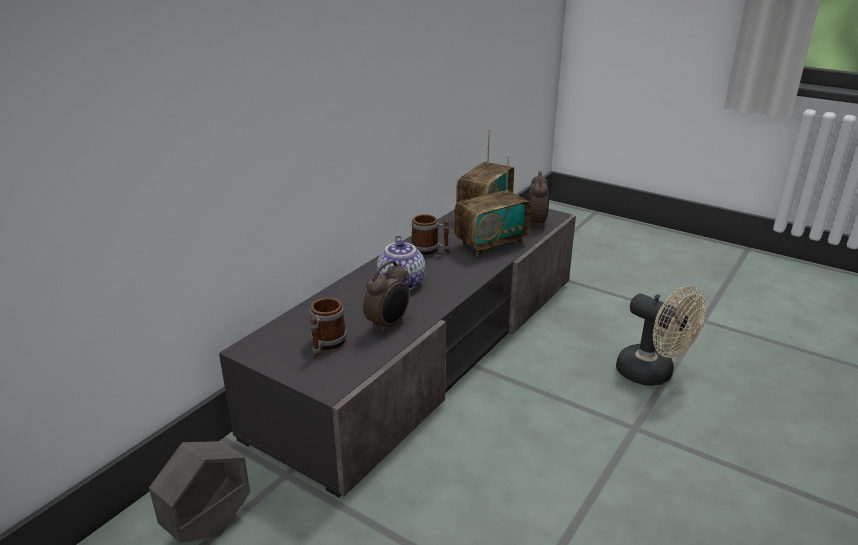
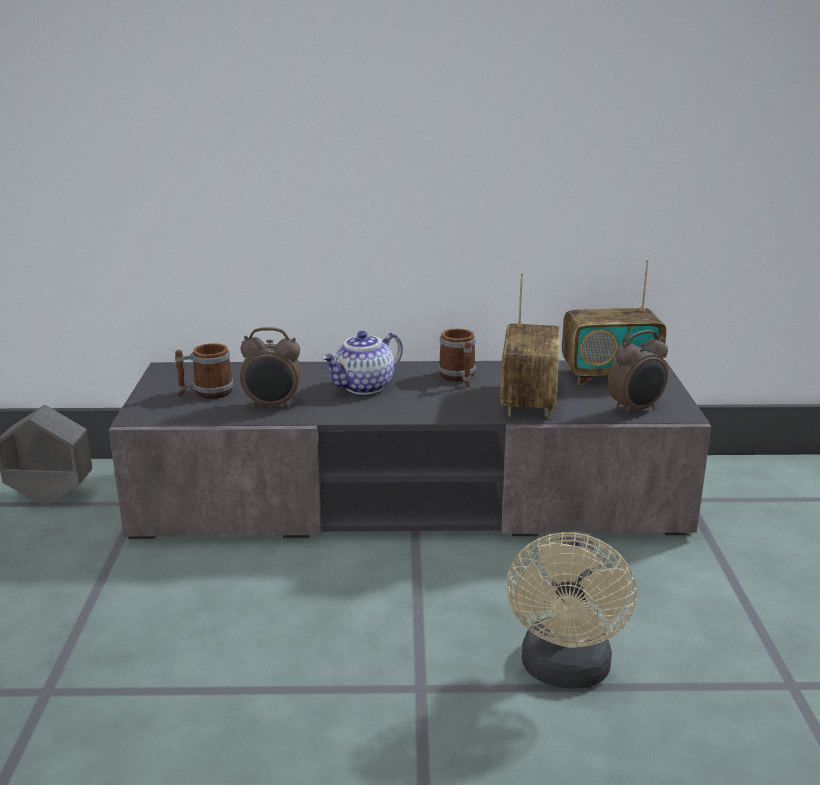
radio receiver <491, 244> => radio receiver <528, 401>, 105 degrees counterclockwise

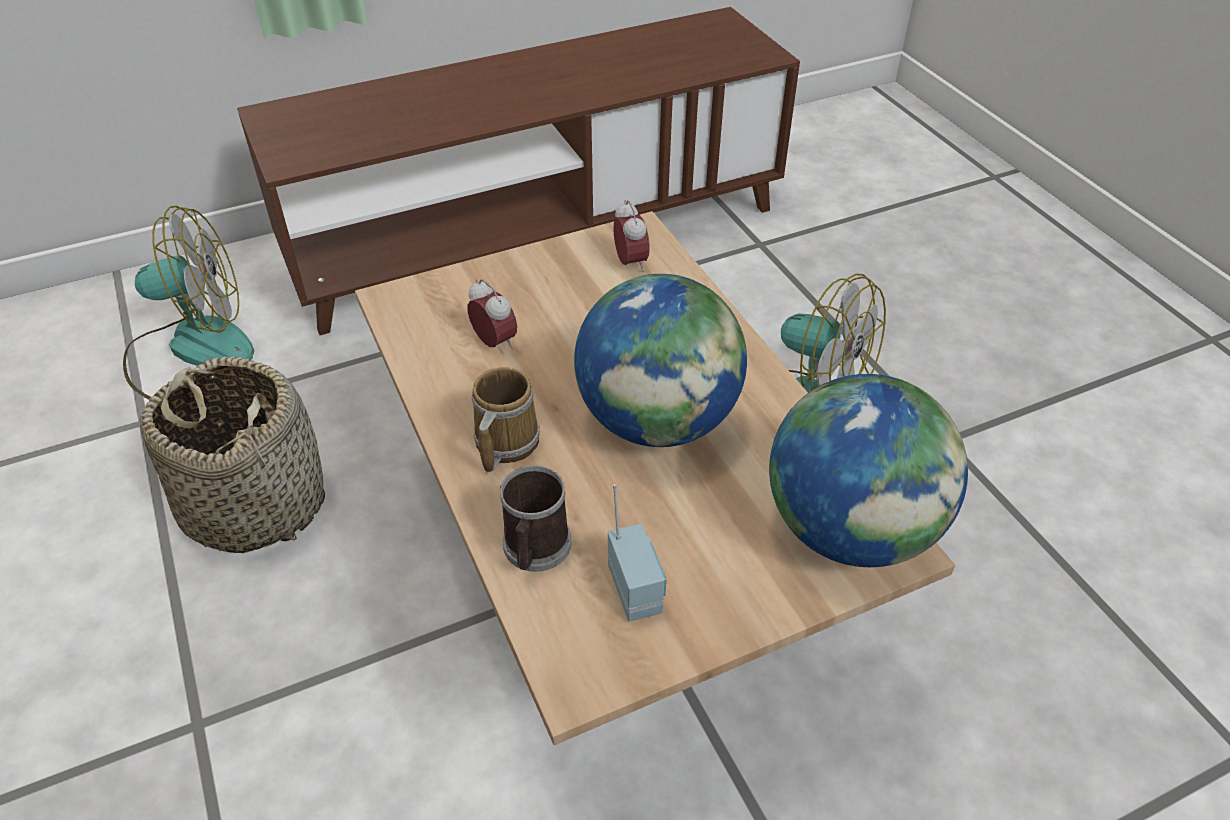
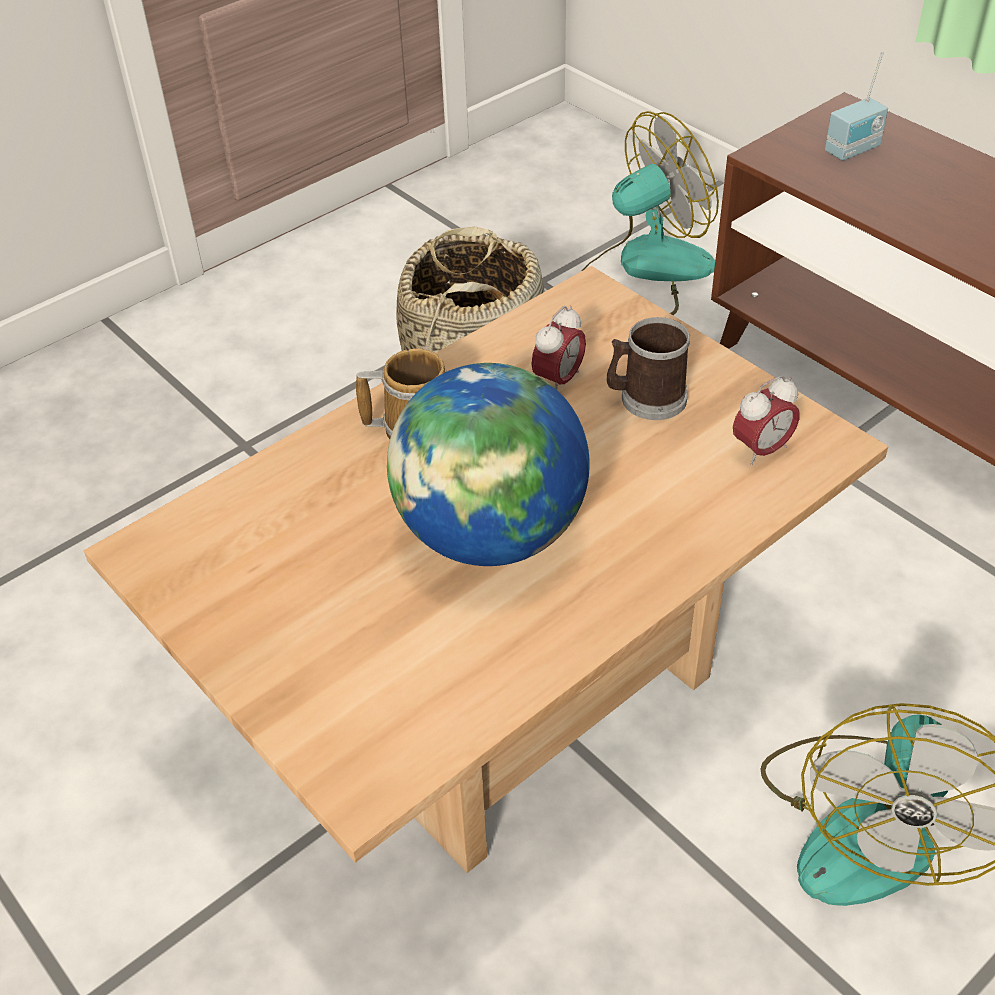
world globe <850, 529> => nothing
mug <535, 550> => mug <646, 399>, moved
radio receiver <637, 589> => radio receiver <854, 151>, moved
cooling fan <191, 349> => cooling fan <646, 270>, 90 degrees counterclockwise

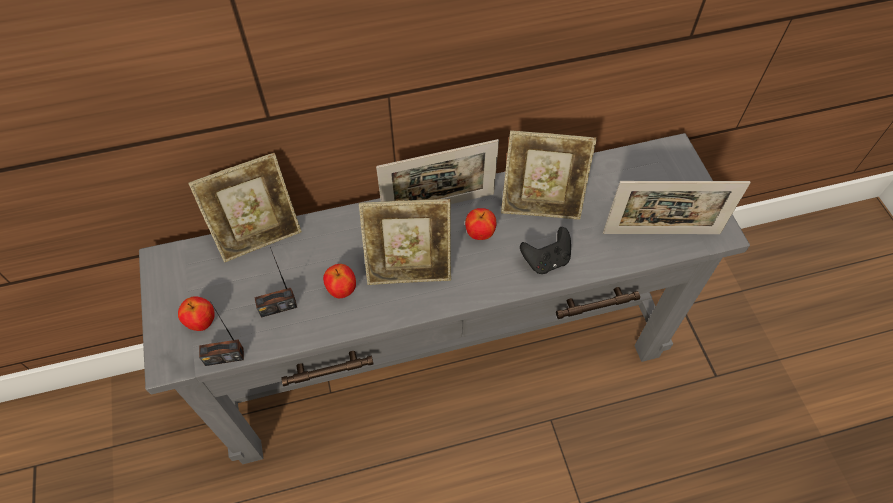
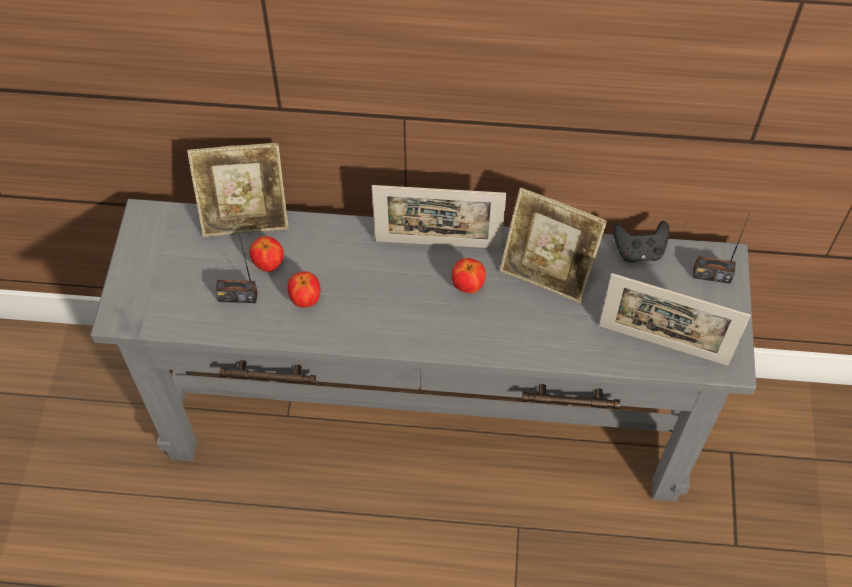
photo frame <409, 268> => nothing
whole apple <202, 322> => whole apple <268, 264>, moved
radio receiver <224, 356> => radio receiver <712, 275>, moved
black-coloured game controller <546, 260> => black-coloured game controller <639, 251>, moved

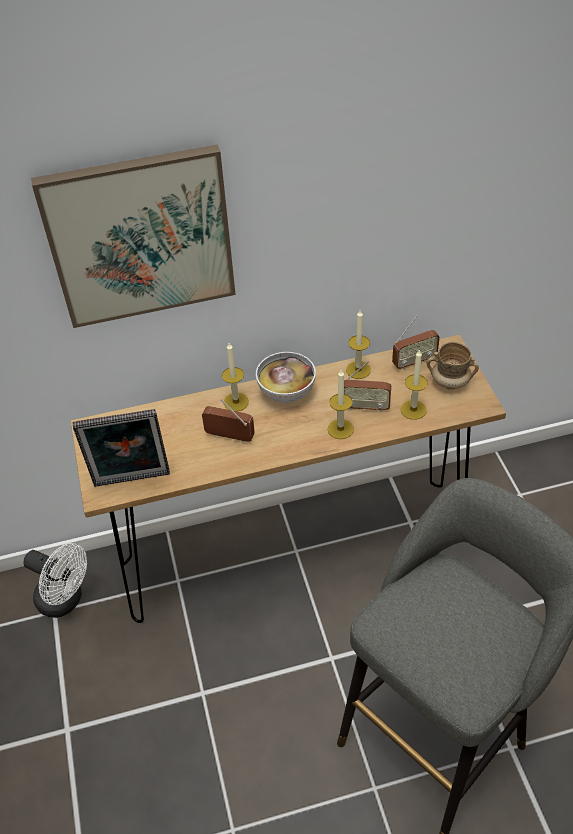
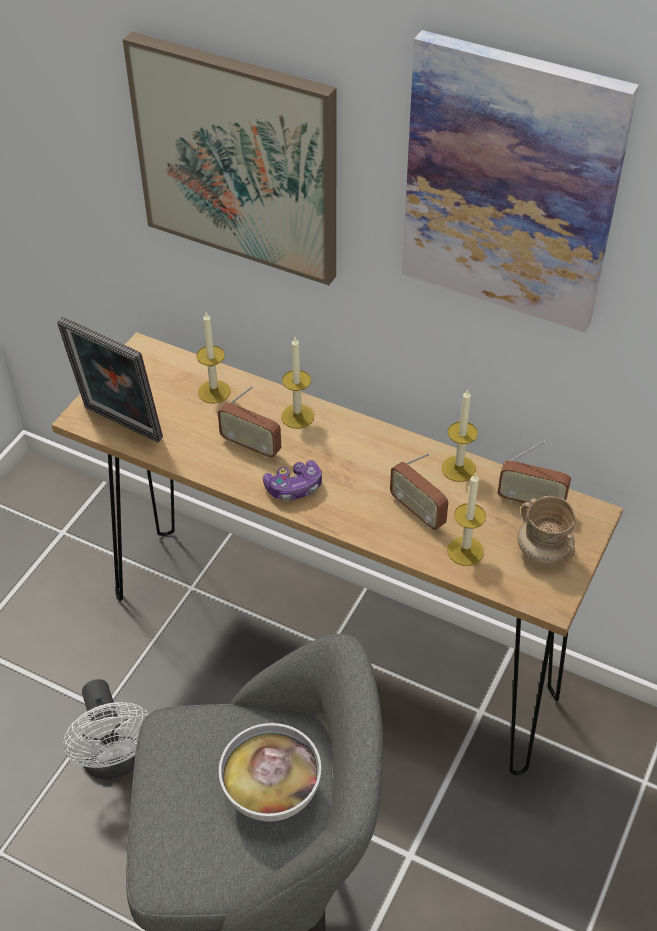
nothing => game controller <294, 488>
nothing => wall art <511, 184>
white cooling fan <65, 600> => white cooling fan <115, 761>, moved
deep dish <287, 393> => deep dish <272, 793>, moved
candle <340, 429> => candle <214, 392>, moved
radio receiver <229, 437> => radio receiver <251, 446>, 150 degrees clockwise

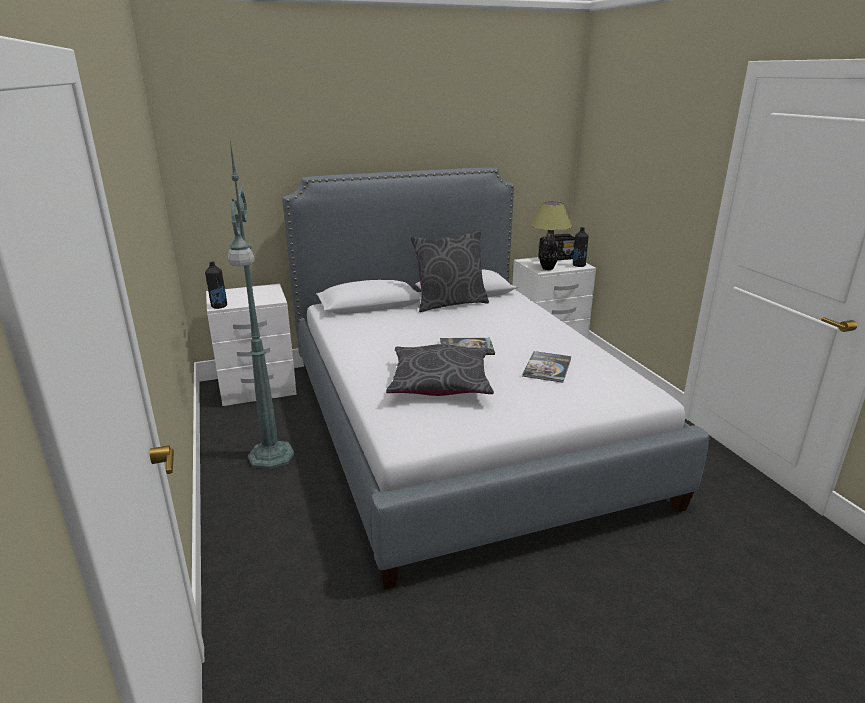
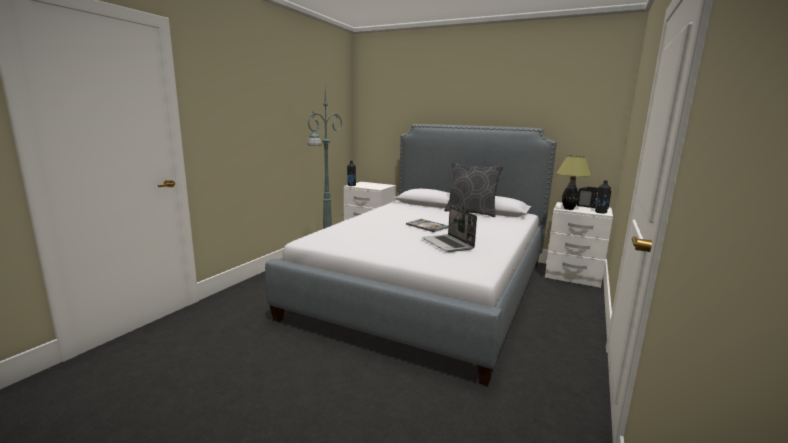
greyish pillow <440, 382> => nothing
volume <547, 367> => portable computer <448, 244>

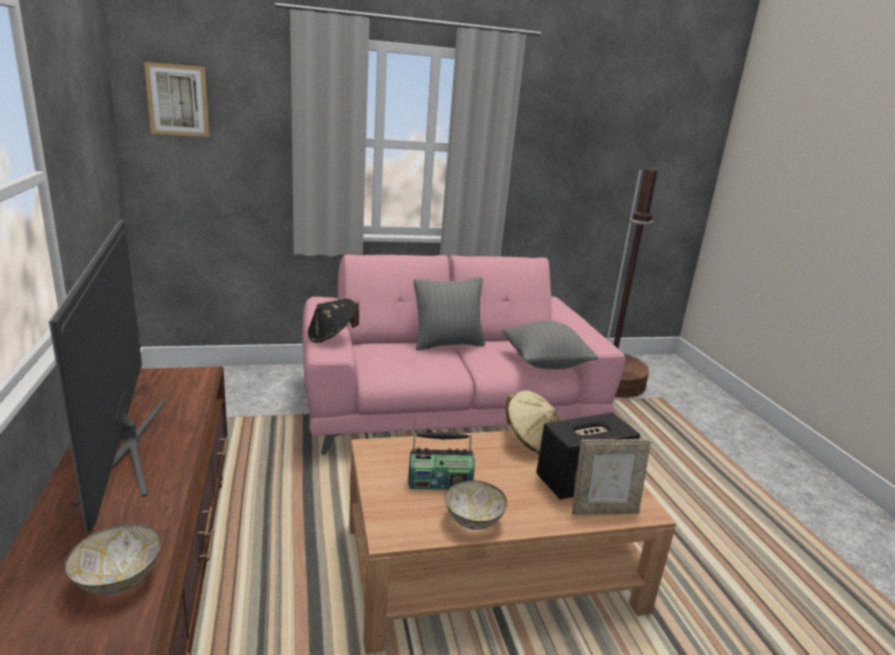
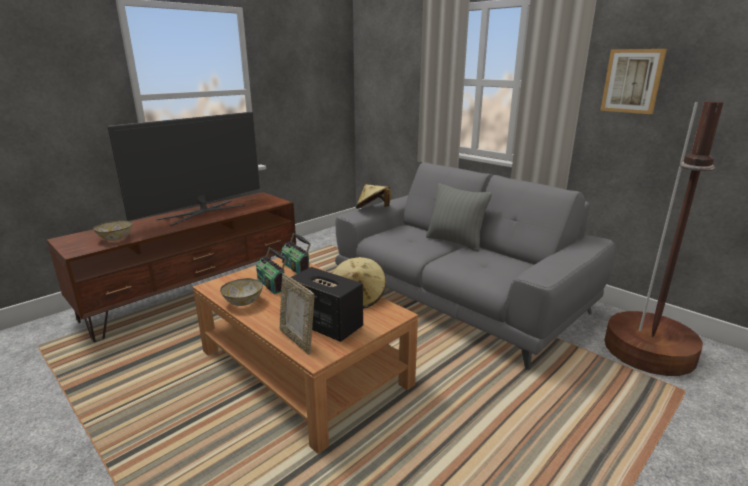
greyish pillow <545, 363> => nothing
nothing => radio receiver <296, 267>
wall art <178, 100> => wall art <632, 81>, moved
pinkish settee <449, 406> => greyish settee <459, 297>
black-coloured clothing hat <331, 337> => beige clothing hat <373, 209>

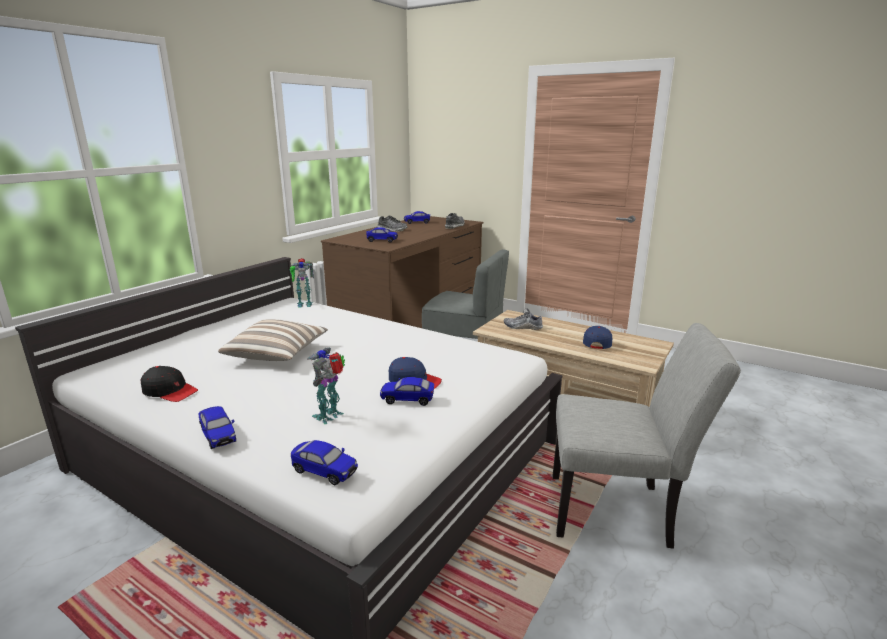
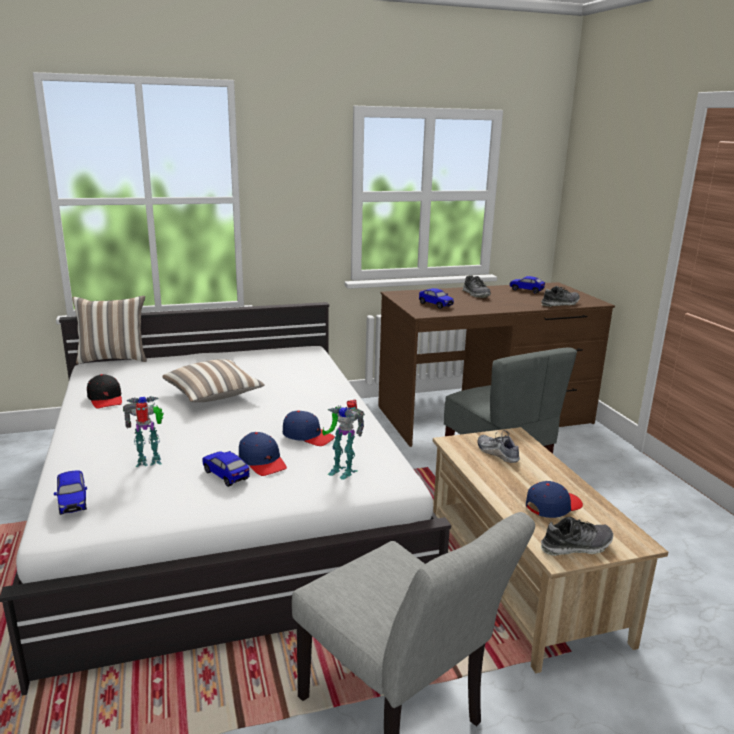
toy car <218, 436> => nothing
nothing => pillow <114, 358>
nothing => bluish peaked cap <308, 436>
nothing => shoe <576, 546>
robot figure <303, 304> => robot figure <342, 470>, moved

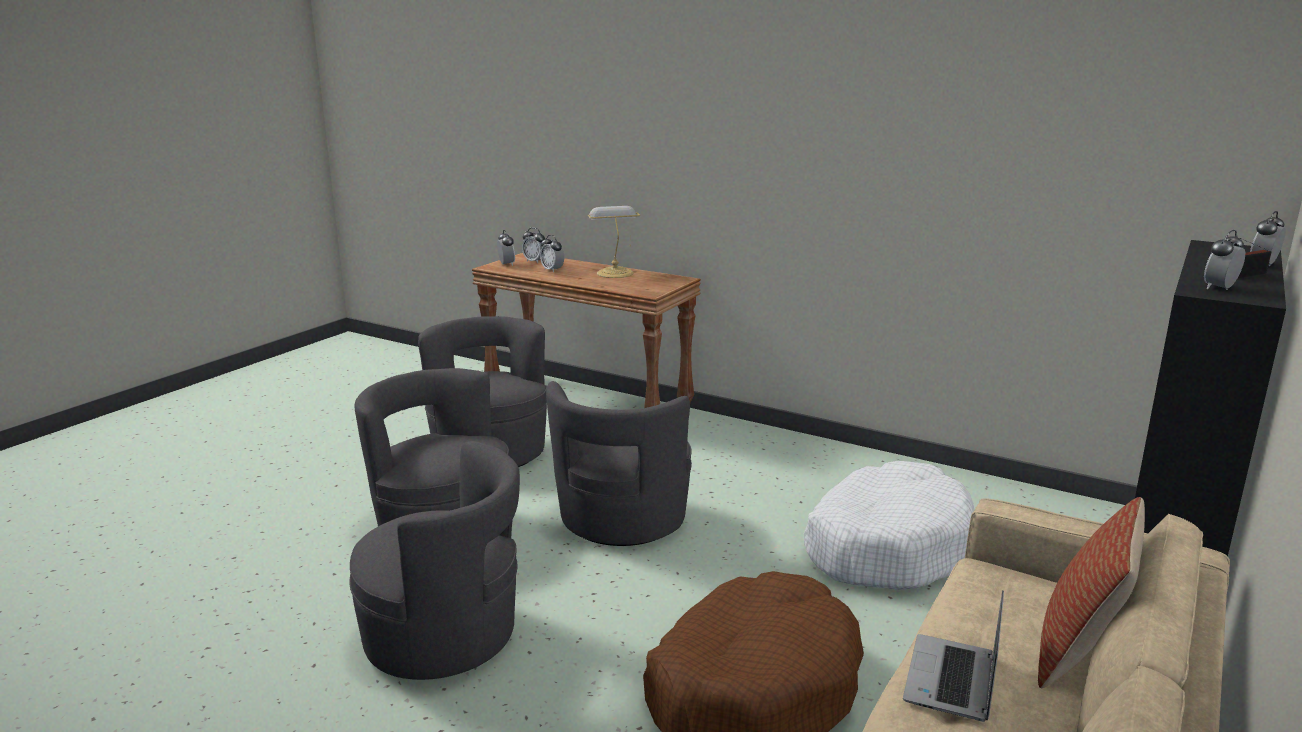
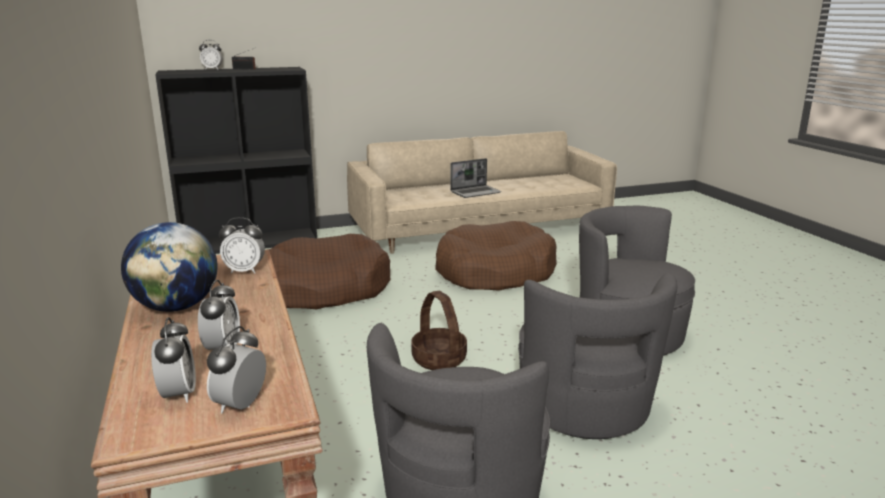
pillow <1079, 652> => nothing
table clock <1219, 288> => table clock <245, 271>, moved
greyish armchair <621, 521> => basket <439, 359>
tabletop lamp <614, 272> => world globe <176, 307>
white dog cushion <886, 546> => brown-coloured dog cushion <324, 288>

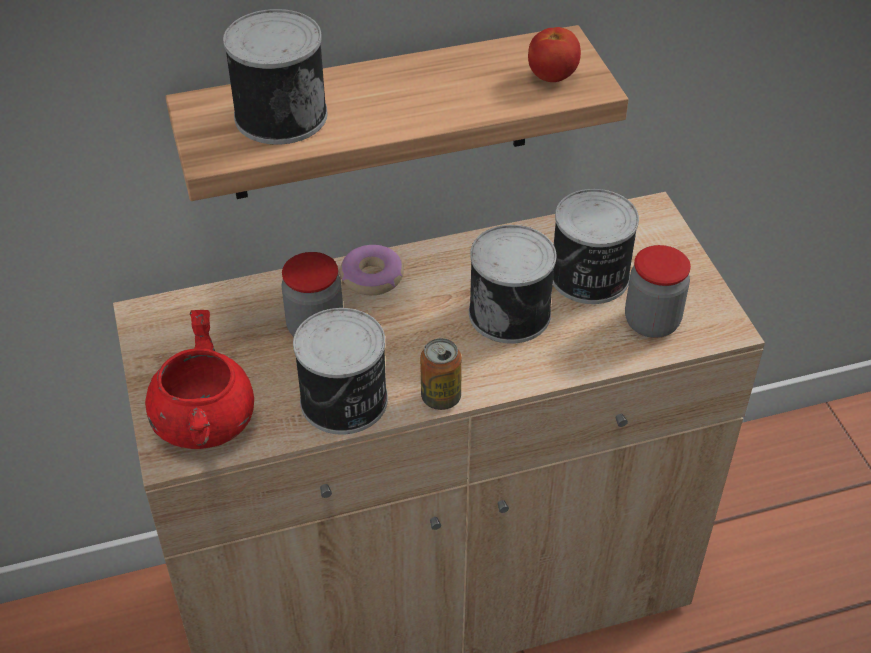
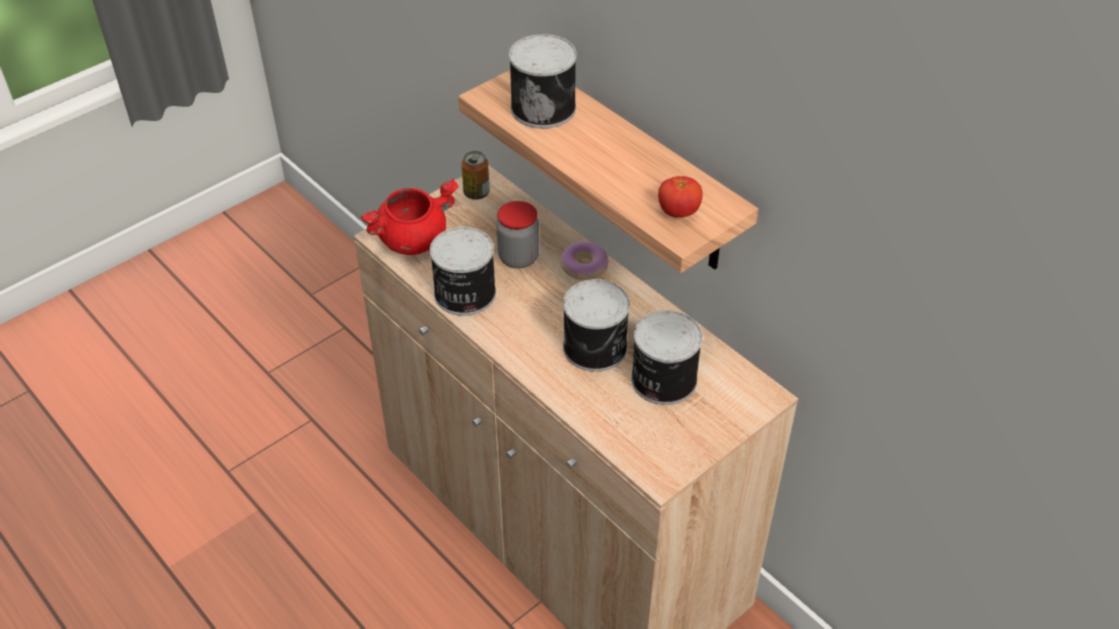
storage jar <651, 322> => nothing
can <440, 397> => can <476, 193>, moved

